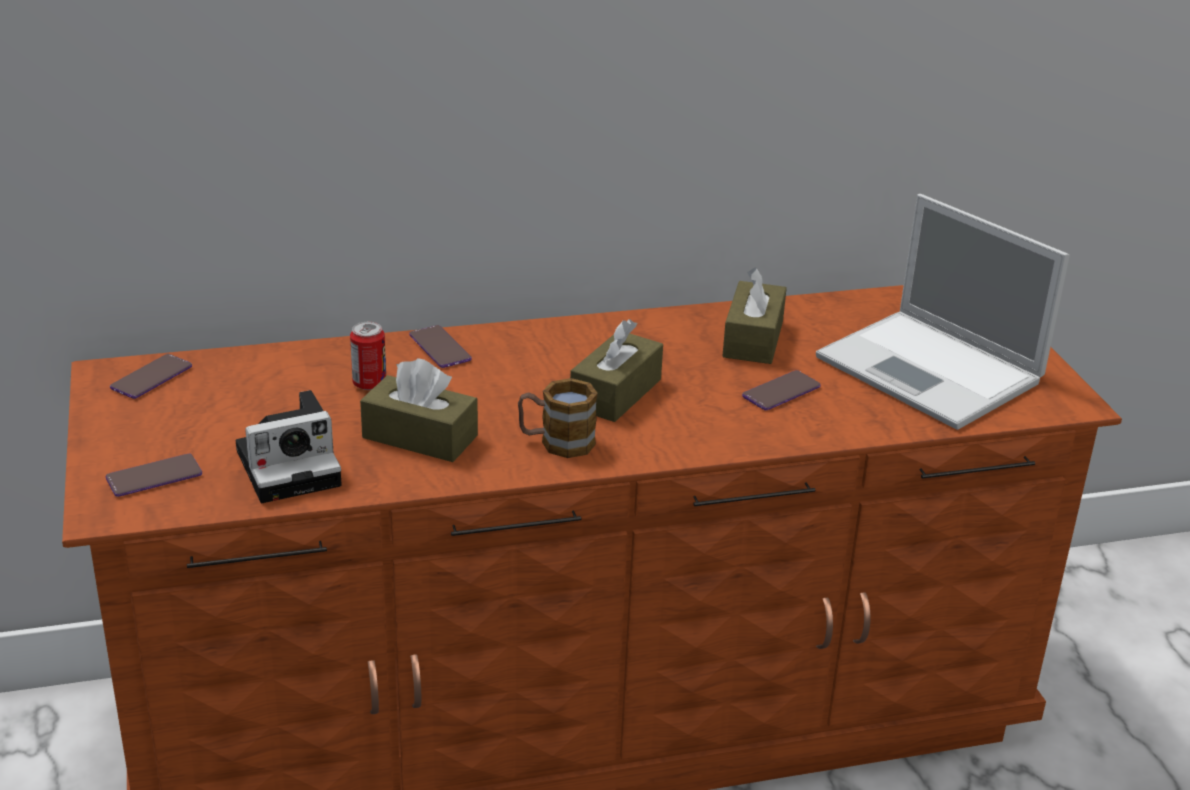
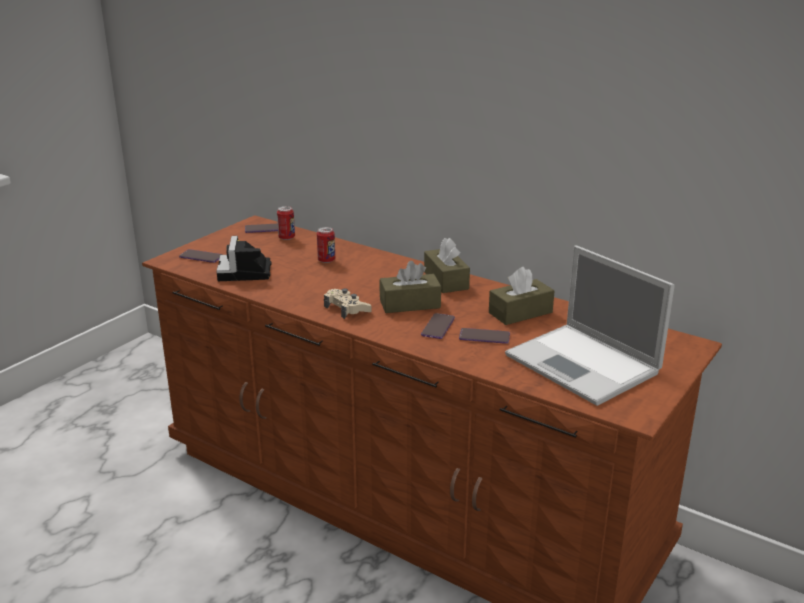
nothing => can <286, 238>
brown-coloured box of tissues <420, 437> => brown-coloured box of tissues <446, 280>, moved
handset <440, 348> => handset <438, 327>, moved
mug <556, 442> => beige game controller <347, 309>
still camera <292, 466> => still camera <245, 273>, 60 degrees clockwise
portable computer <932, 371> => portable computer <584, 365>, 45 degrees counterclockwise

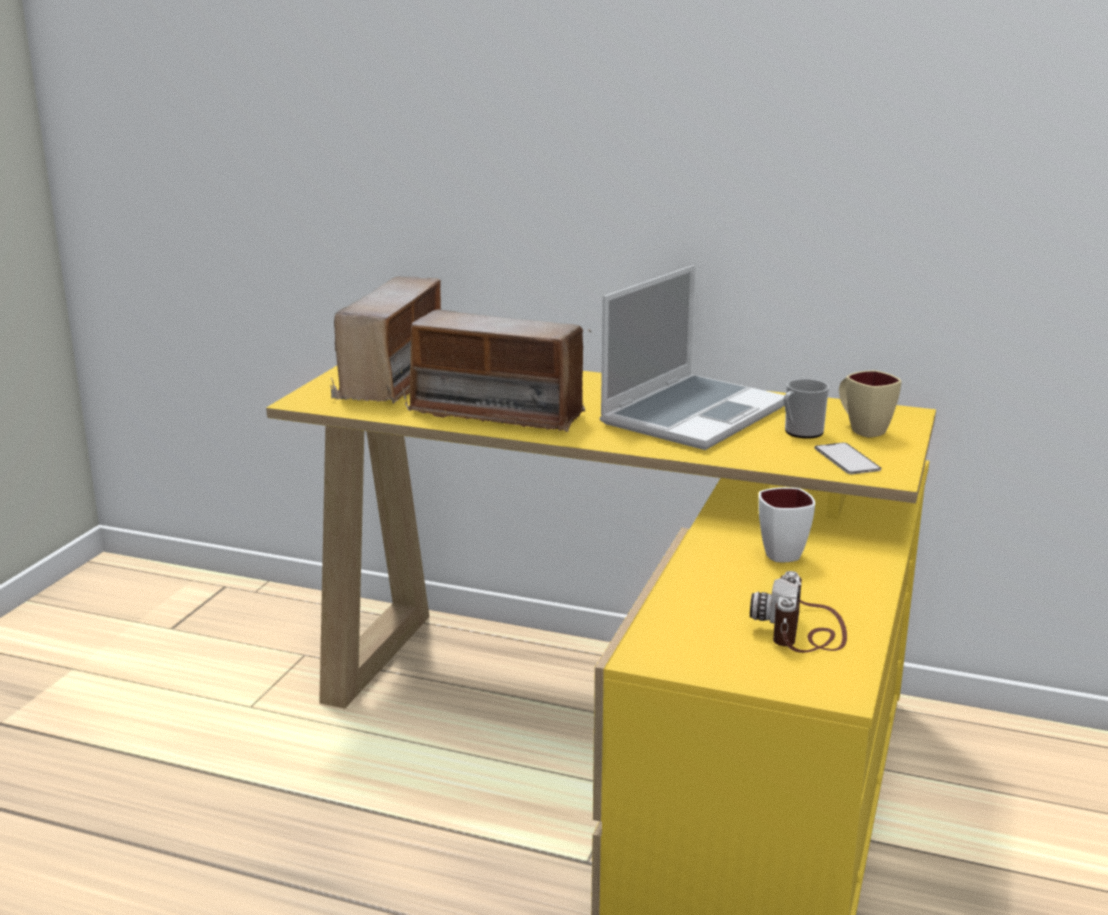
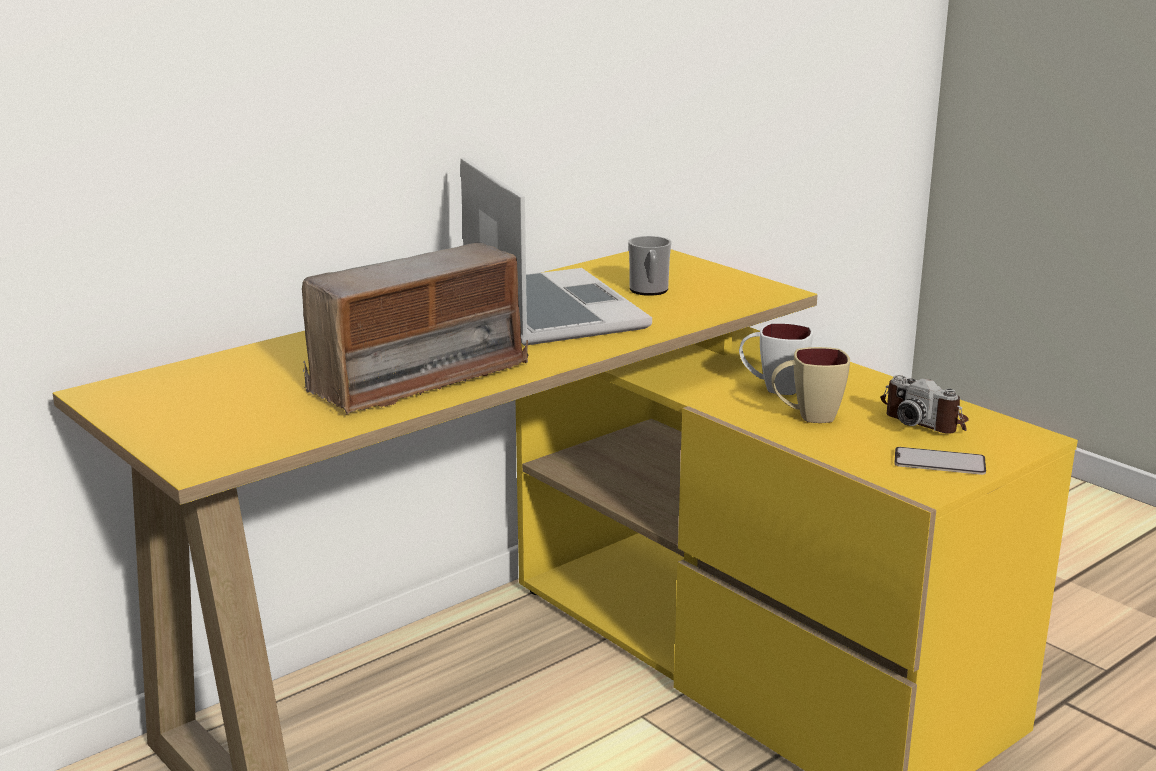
radio receiver <394, 378> => nothing
handset <847, 459> => handset <939, 462>, moved
beige mug <862, 429> => beige mug <806, 417>, moved

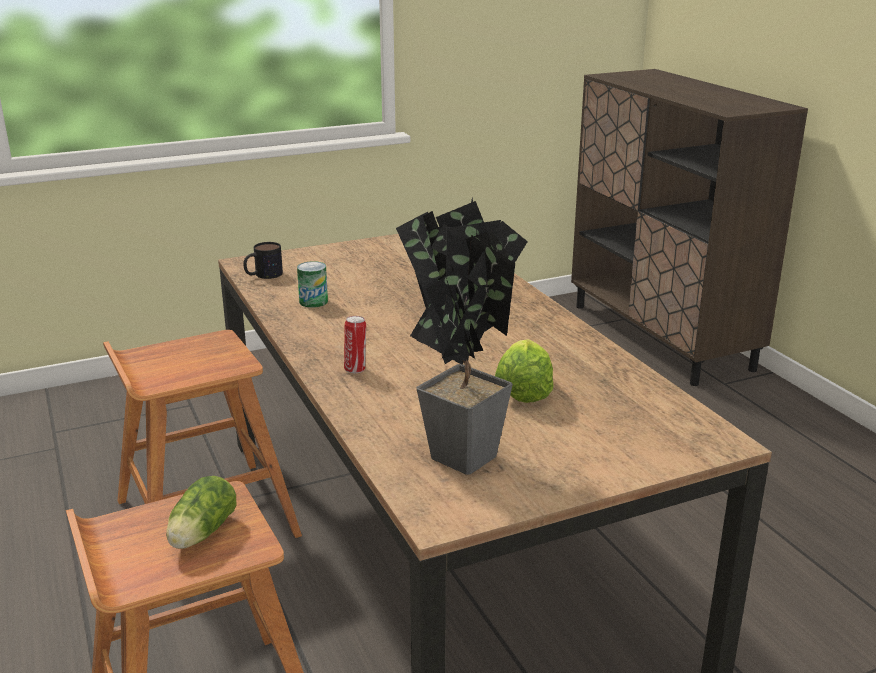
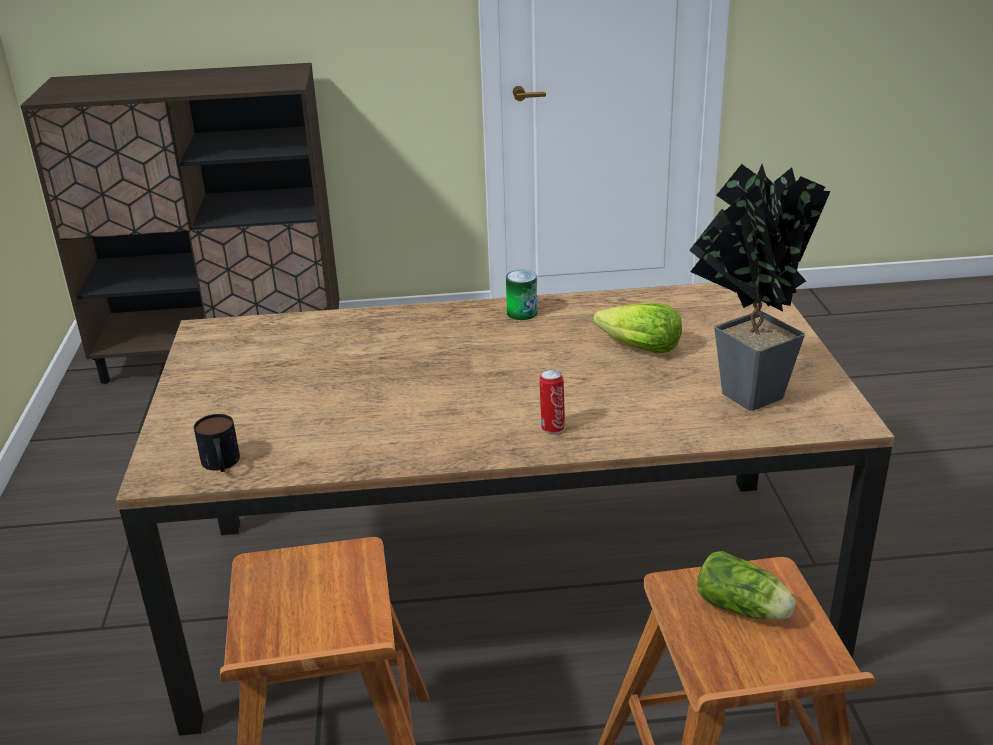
can <313, 301> => can <522, 313>, moved

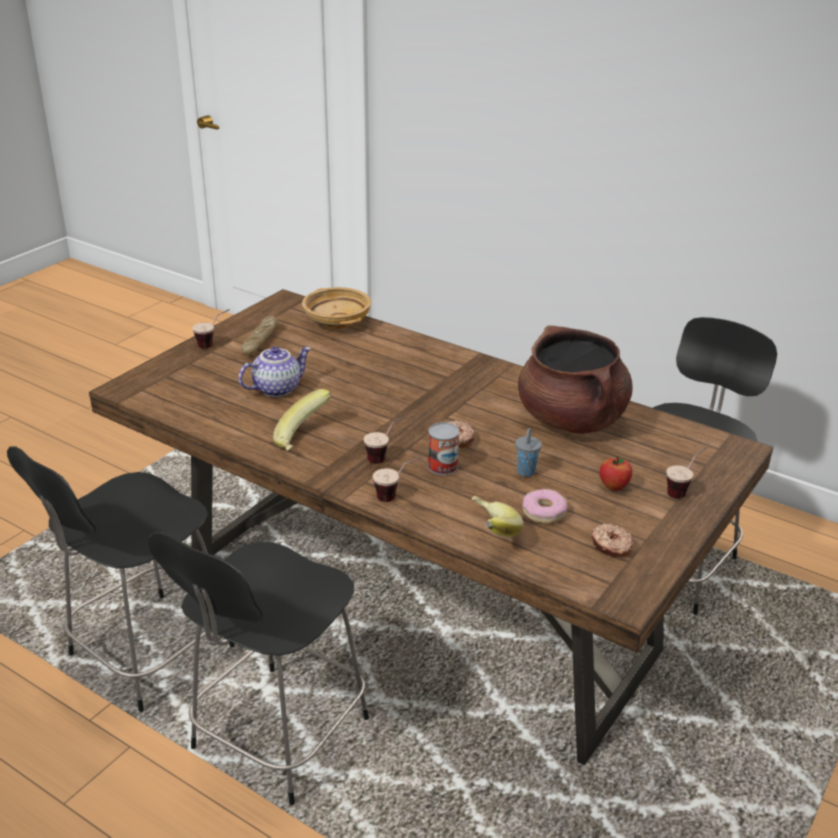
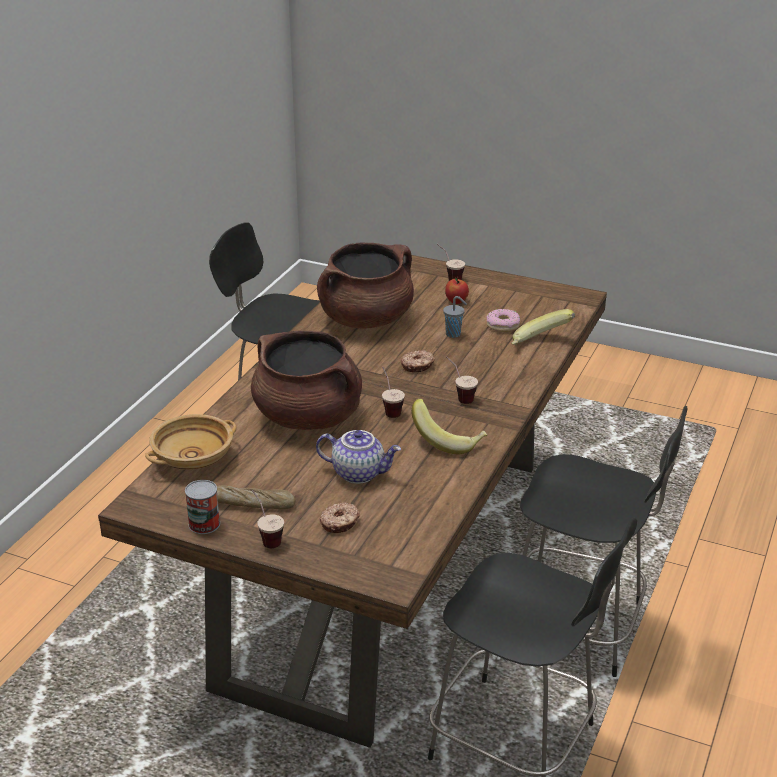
nothing => brown-coloured saucepot <309, 417>
drinking cup <396, 496> => drinking cup <389, 409>, moved
can <443, 466> => can <204, 524>, moved
ring doughnut <611, 546> => ring doughnut <340, 523>, moved
teapot <277, 388> => teapot <359, 473>, 150 degrees clockwise

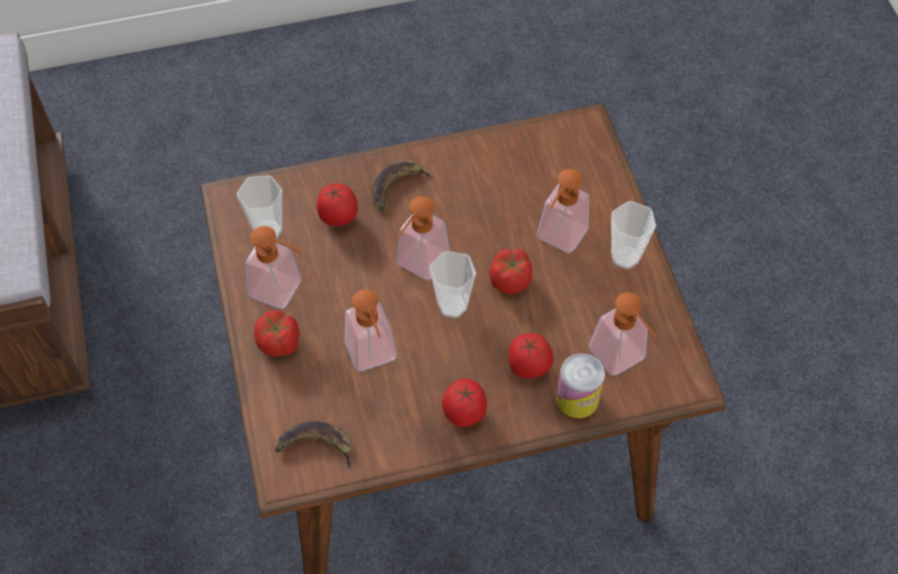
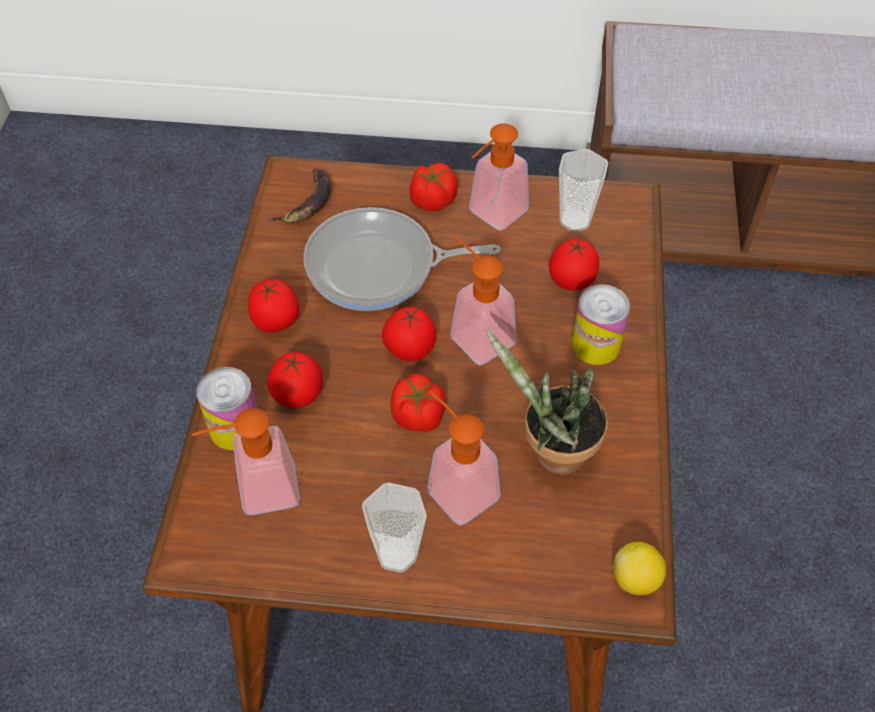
nothing => houseplant <551, 454>
nothing => citrus fruit <636, 579>
liquid soap bottle <374, 358> => skillet <378, 267>
whole banana <397, 187> => can <595, 345>
drinking cup <452, 306> => tomato <409, 350>

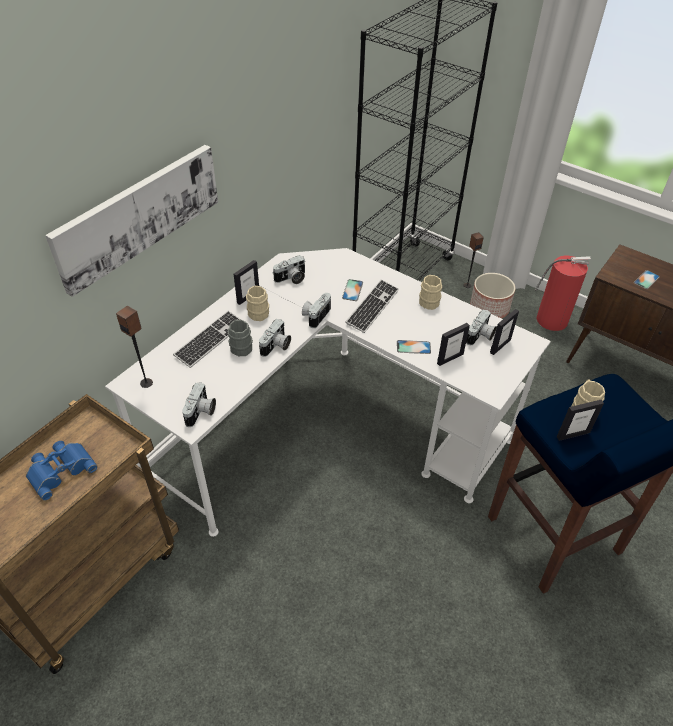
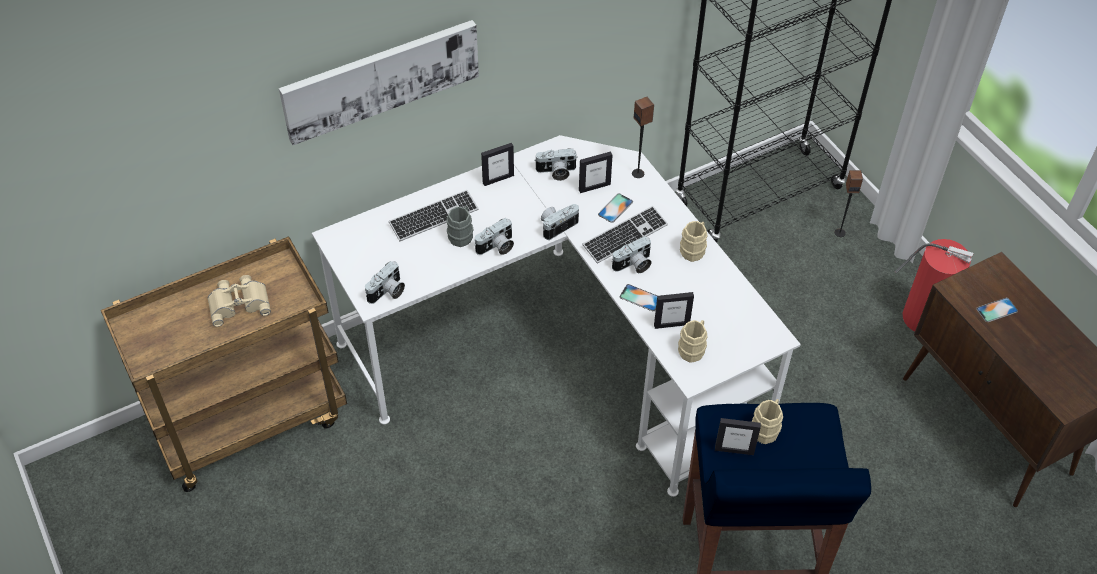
flower pot <489, 308> => nothing
speaker <146, 383> => speaker <638, 173>, moved
beige mug <259, 311> => beige mug <693, 348>, moved
still camera <480, 336> => still camera <633, 265>, moved
photo frame <500, 346> => photo frame <594, 187>, moved
bluish pair of binoculars <60, 469> => beige pair of binoculars <239, 302>

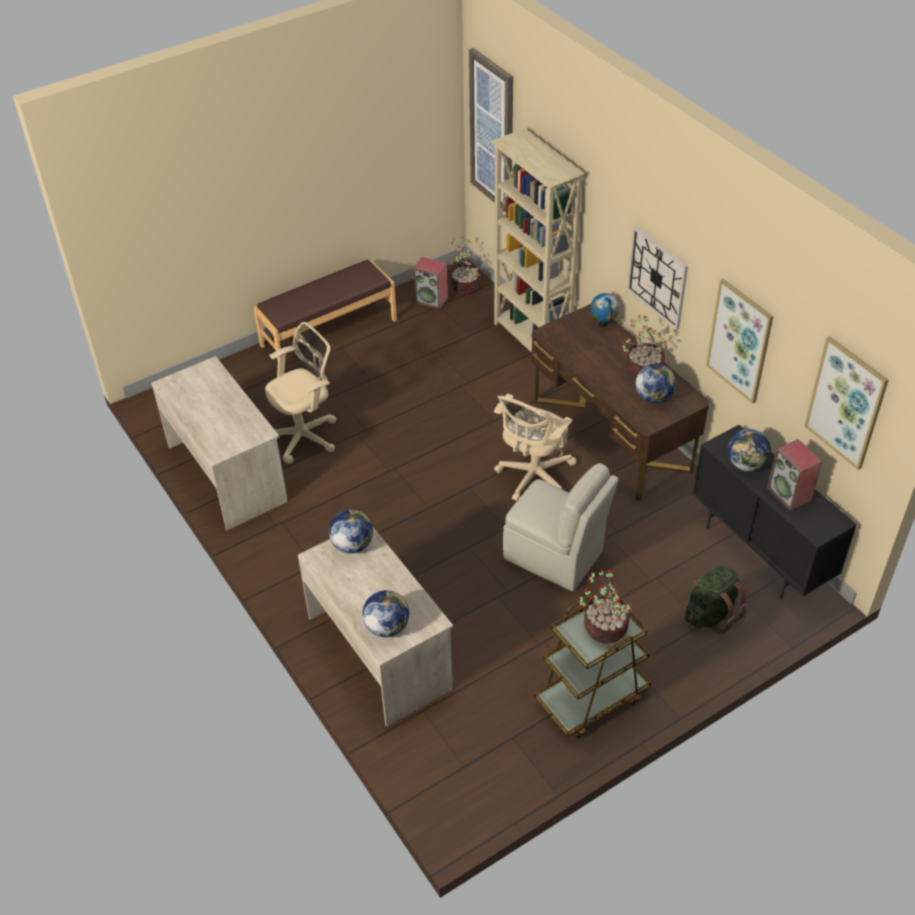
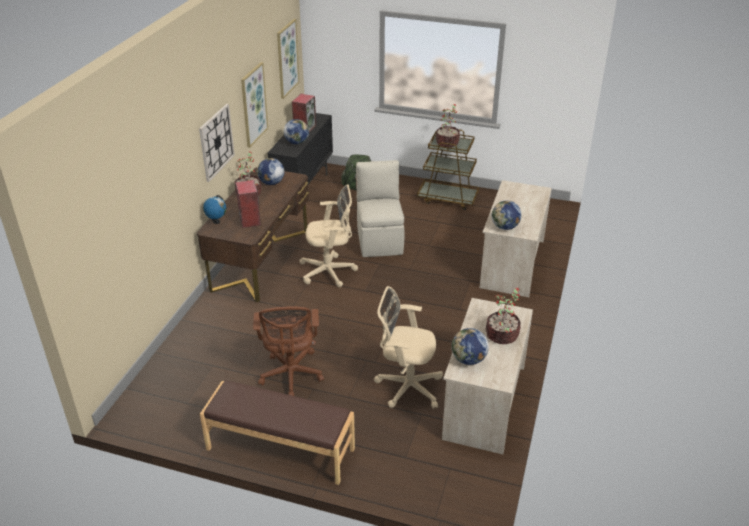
wall art <492, 131> => nothing
beige bookcase <531, 341> => nothing
nothing => brown-coloured office chair <291, 376>
world globe <386, 627> => world globe <468, 360>, moved
speaker <432, 300> => speaker <249, 220>, moved
houseplant <465, 286> => houseplant <502, 335>, moved

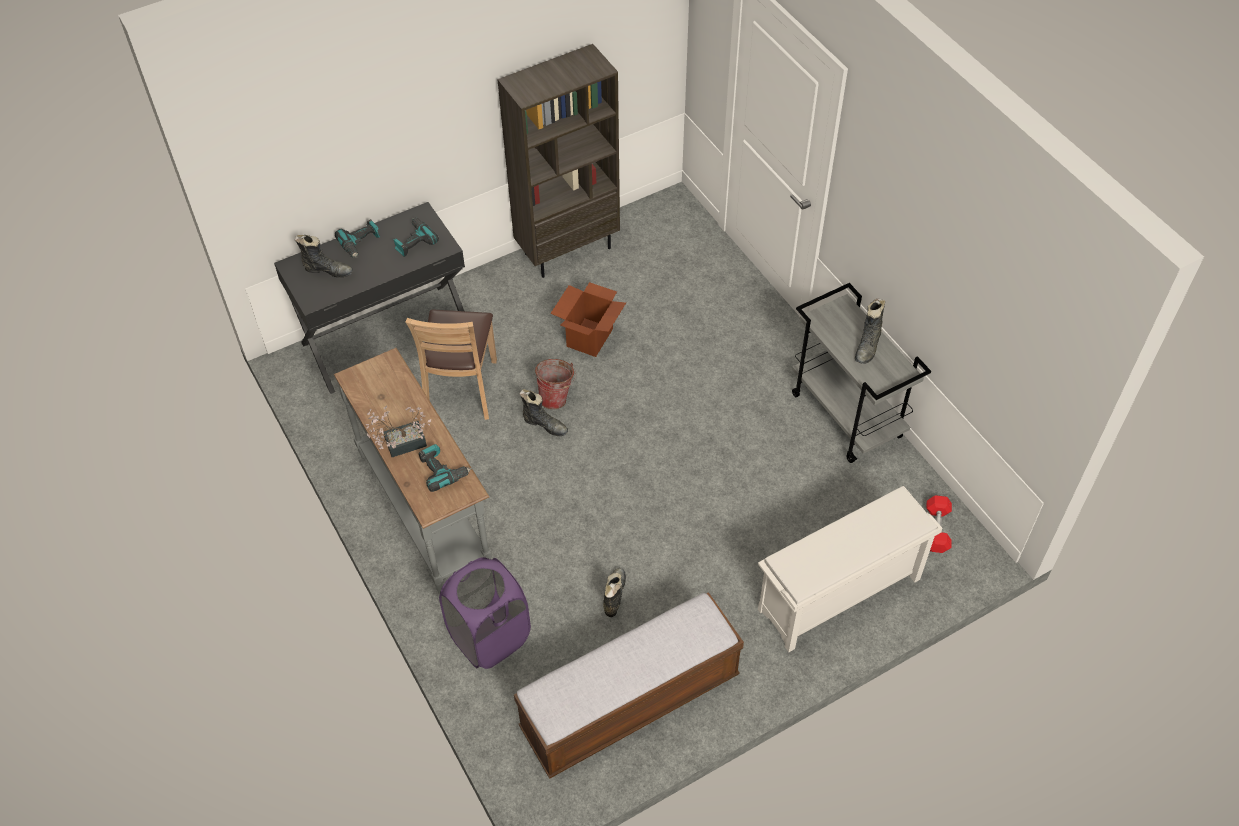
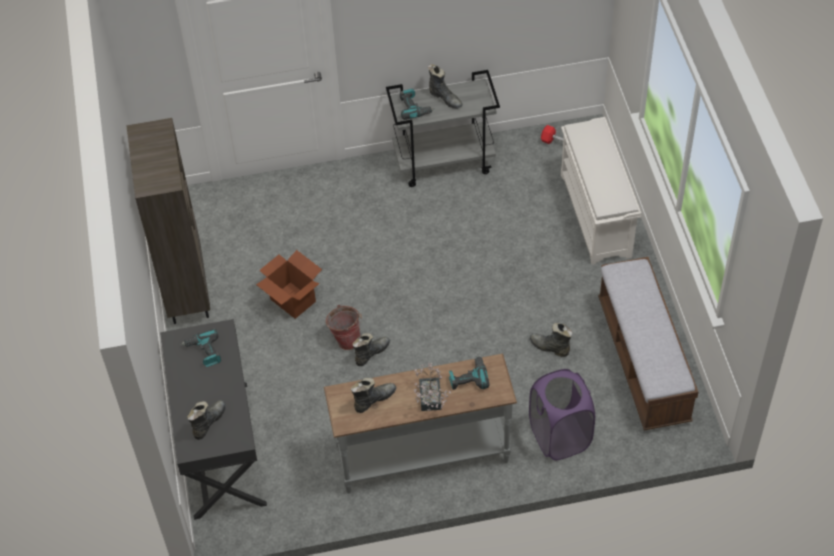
brown-coloured plain chair <462, 388> => nothing
nothing => black-coloured high-top boot <373, 400>
electric drill <361, 243> => electric drill <414, 108>, moved

